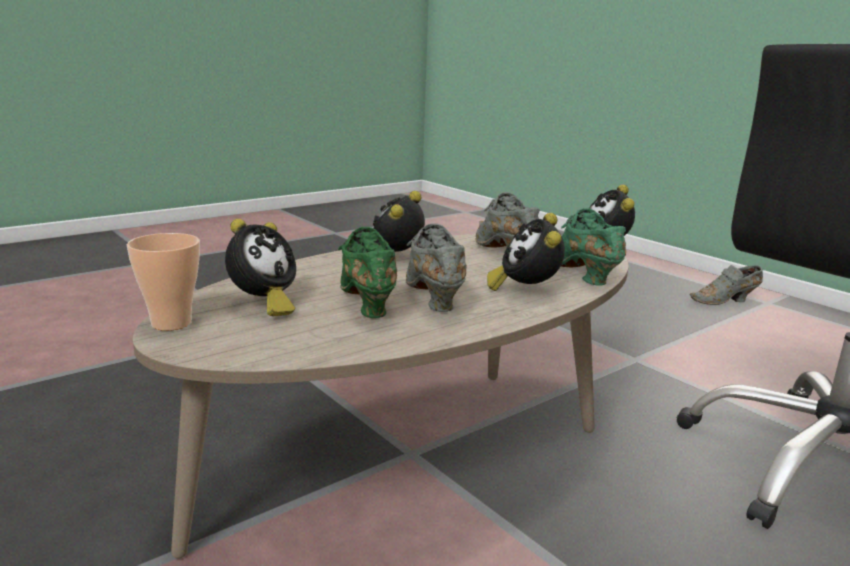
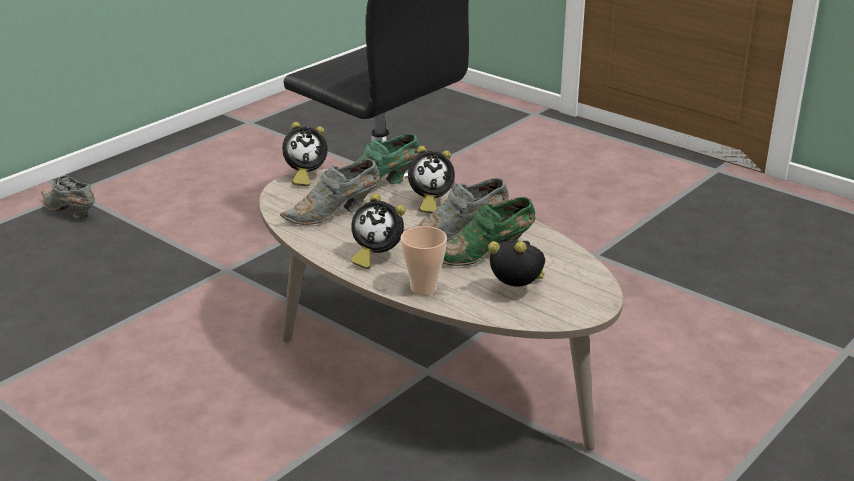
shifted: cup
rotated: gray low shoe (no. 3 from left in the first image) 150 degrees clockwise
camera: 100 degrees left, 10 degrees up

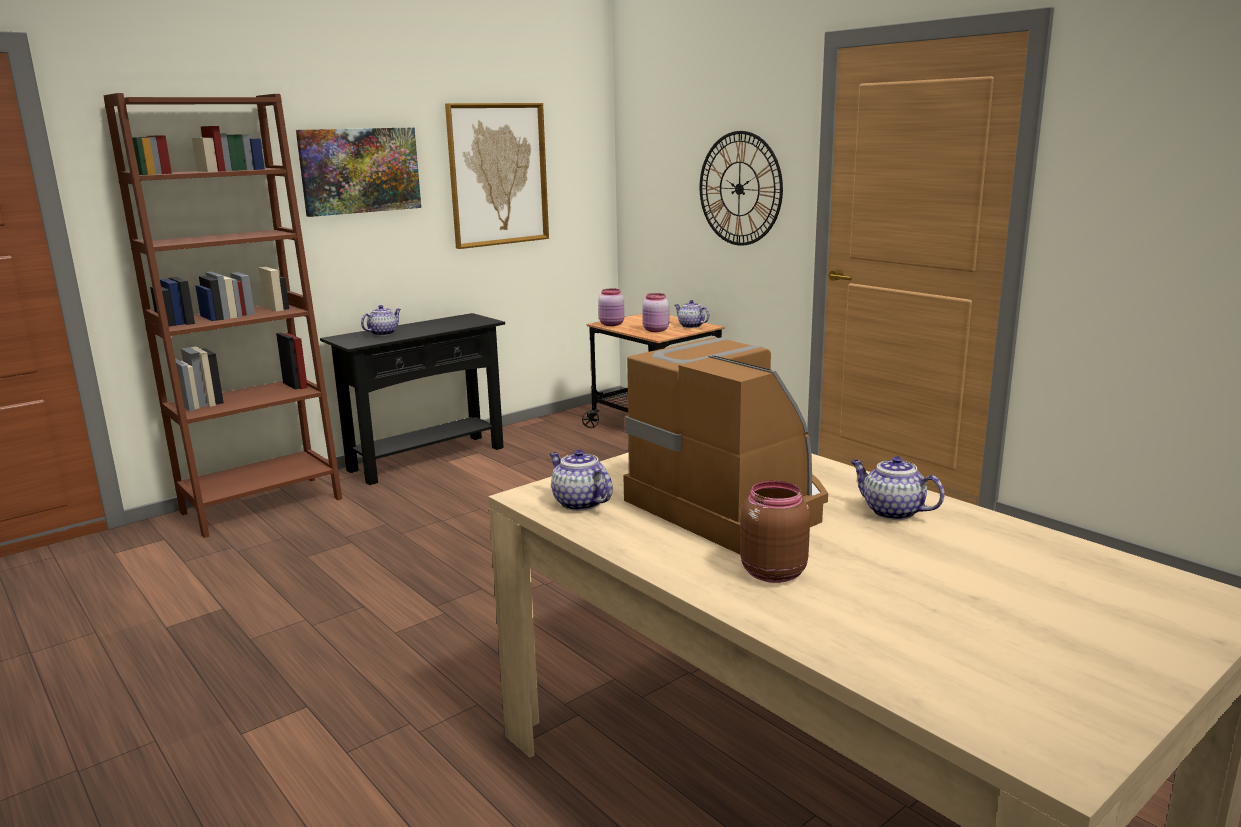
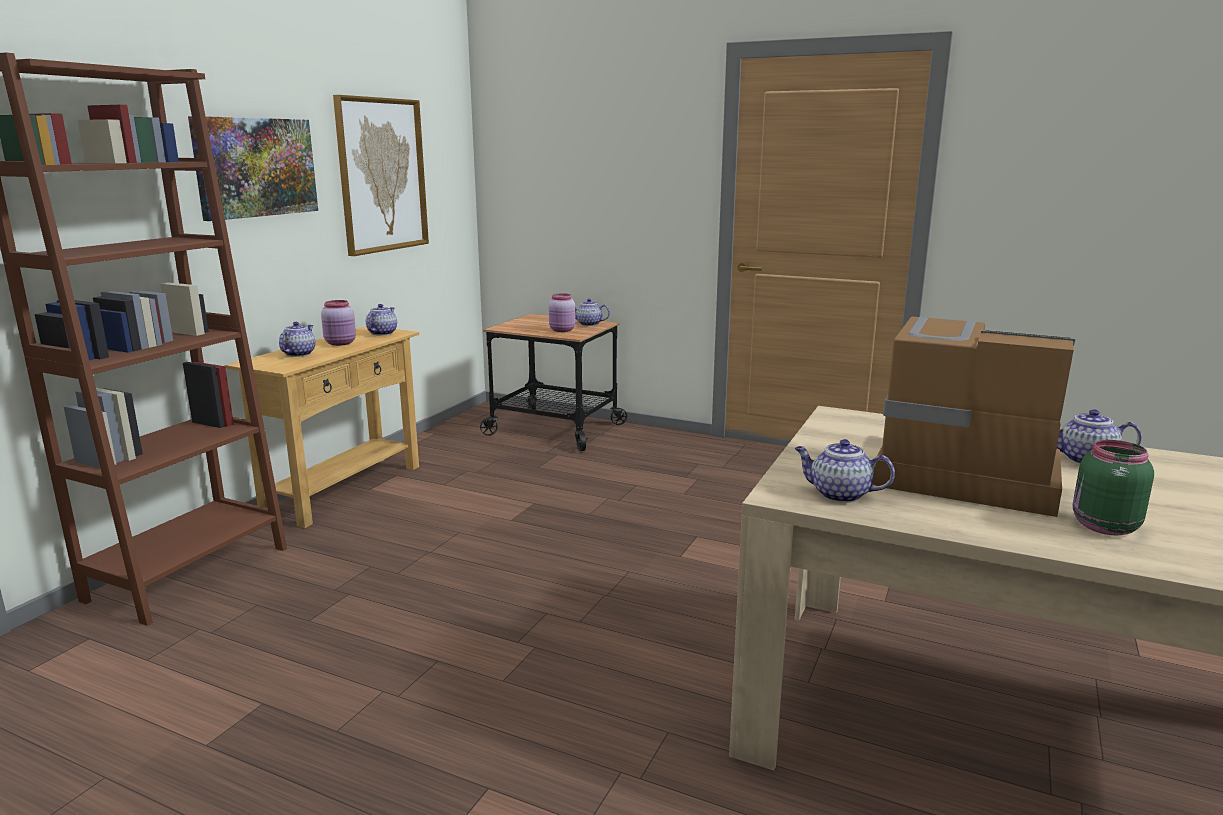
gone: hanging clock
new: pot for tea (no. 2 from left)
shifted: pink storage jar (no. 1 from left)
repainted: blackish hall table to beige-coloured hall table; brown storage jar to green-coloured storage jar
camera: 25 degrees left, 0 degrees up

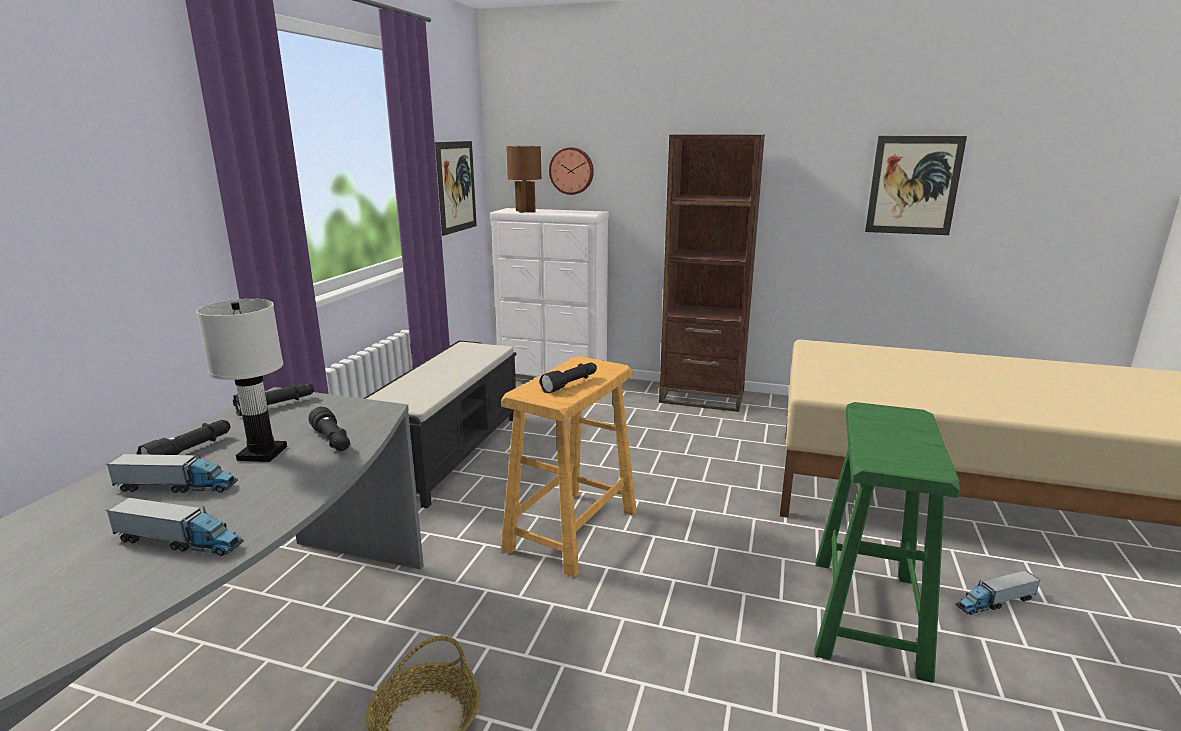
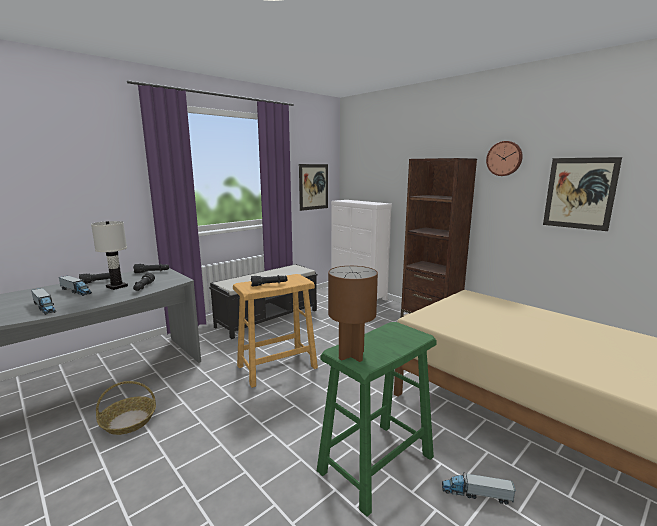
shifted: brown table lamp; hanging clock
camera: 30 degrees right, 5 degrees down

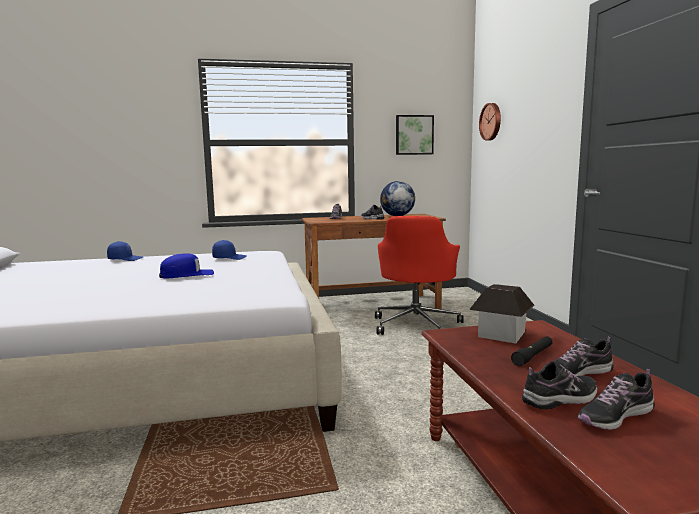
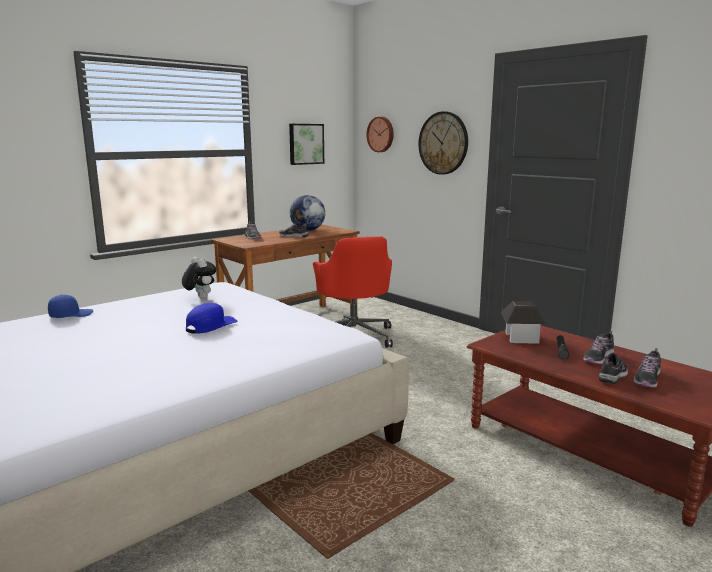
new: hanging clock (no. 2 from left)
swapped: blue-coloured baseball cap (no. 3 from left) to plush toy
camera: 30 degrees left, 5 degrees up

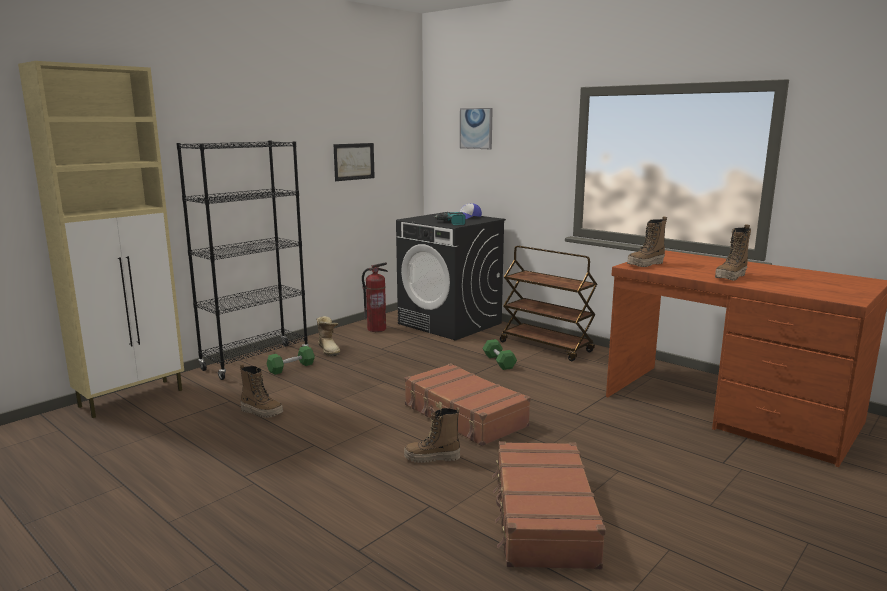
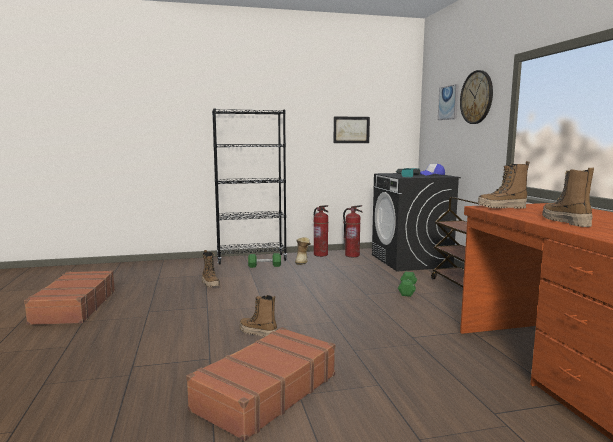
gone: beige-coloured cabinet
new: hanging clock; extinguisher (no. 1 from left)
shifted: brown suitcase (no. 1 from left)
rotated: tall boot (no. 5 from left) 90 degrees clockwise
camera: 35 degrees right, 5 degrees down

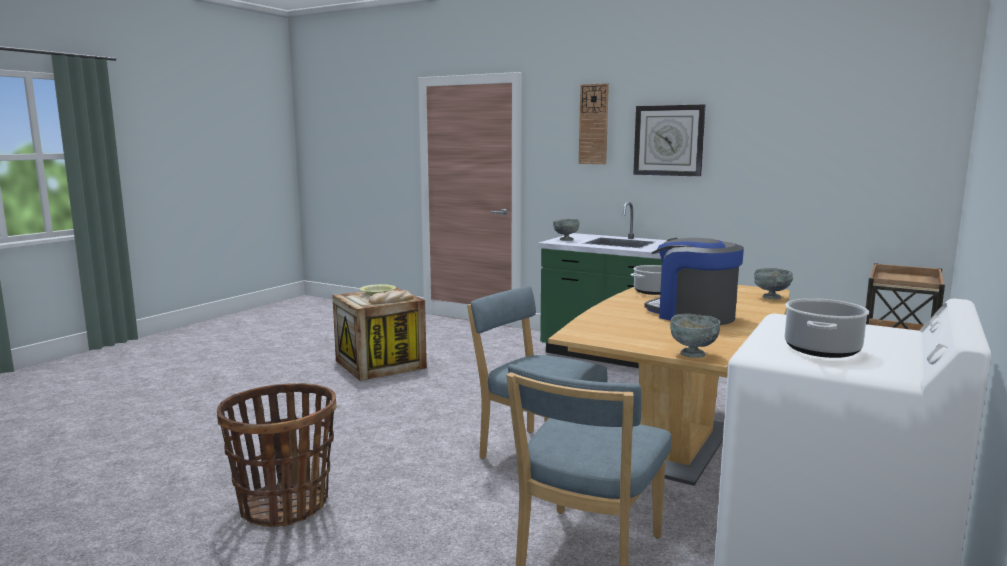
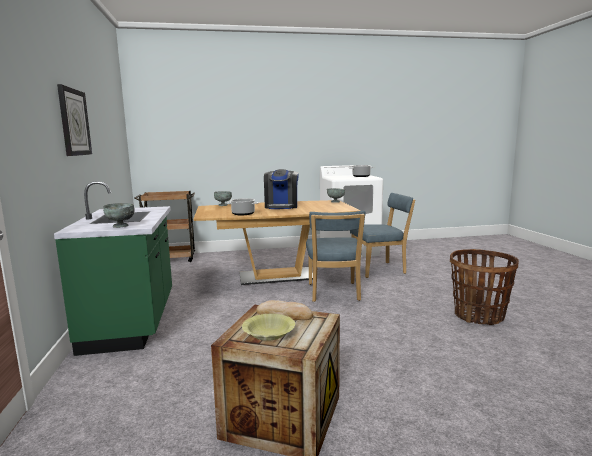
gone: hanging clock (no. 1 from left)
camera: 130 degrees left, 0 degrees up

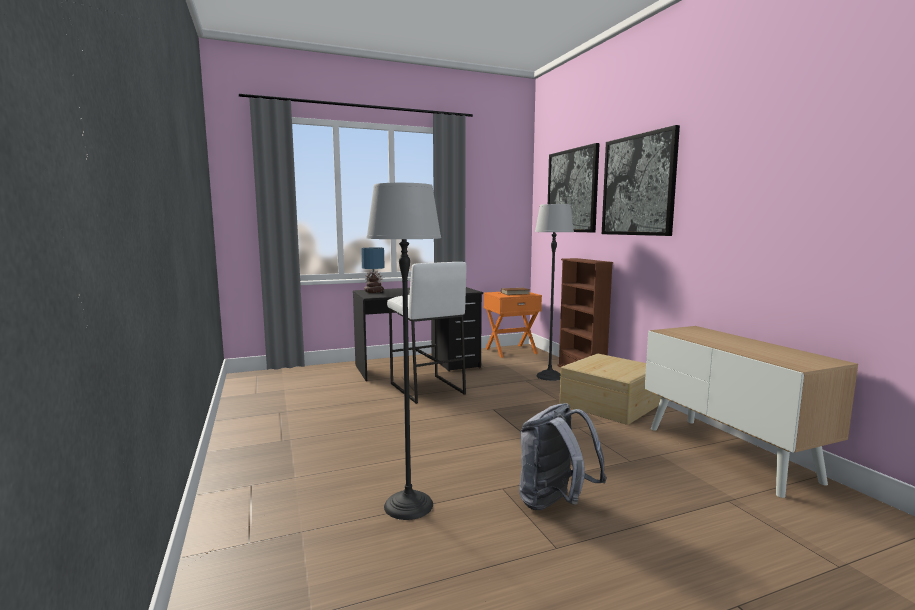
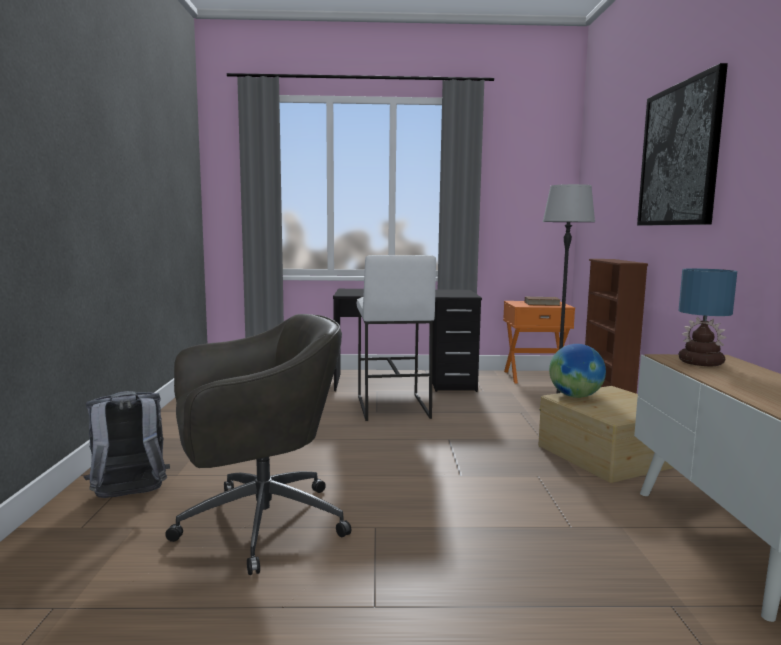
gone: wall picture (no. 1 from left)
new: desk globe
shifted: table lamp; gray backpack
swapped: floor lamp (no. 1 from left) to gray desk chair
camera: 20 degrees right, 0 degrees up

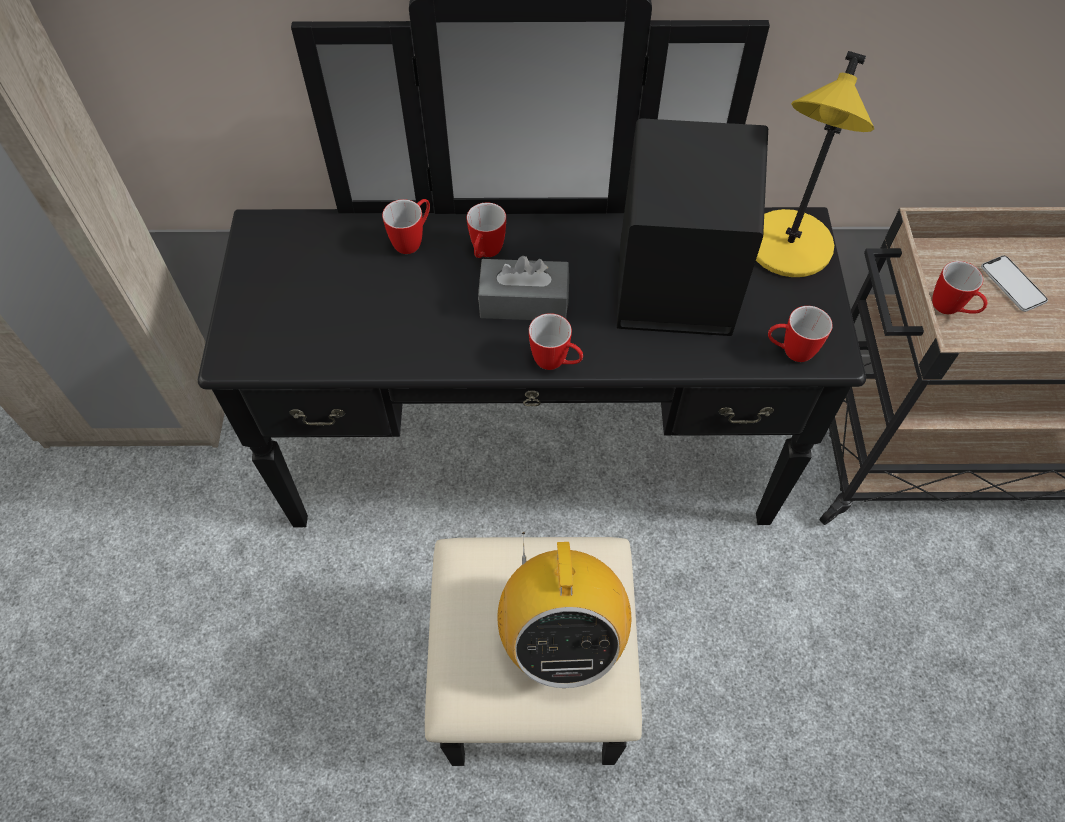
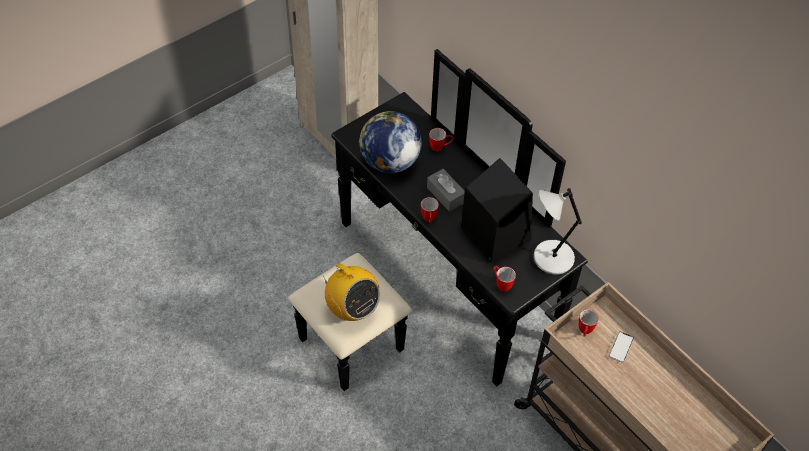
gone: coffee mug (no. 2 from left)
new: desk globe
repainted: yellowish table lamp to gray table lamp
rotated: radio set 90 degrees counterclockwise
camera: 50 degrees right, 5 degrees down

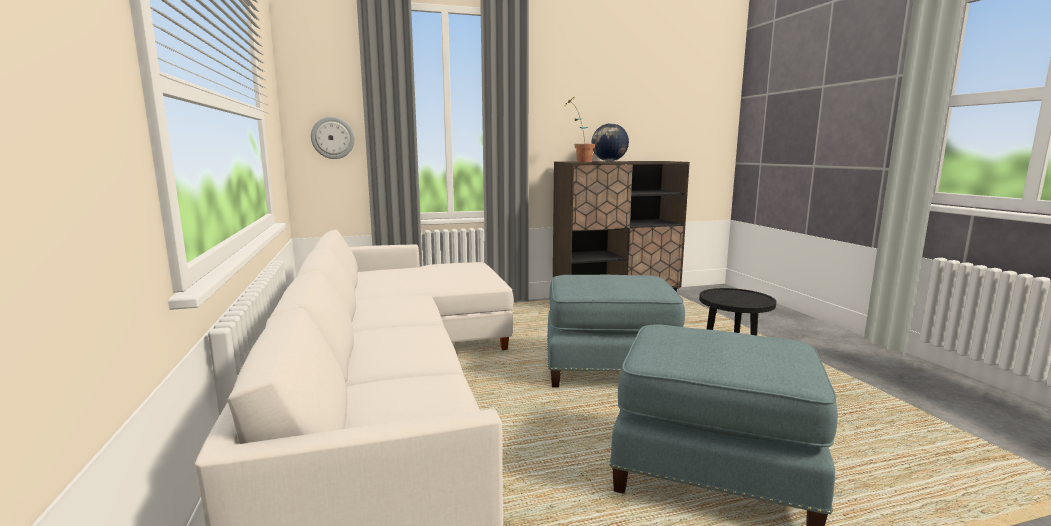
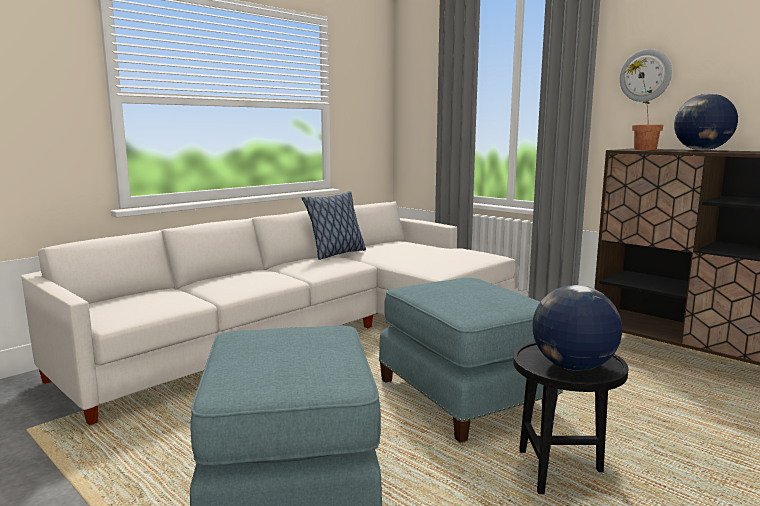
new: throw pillow; desk globe (no. 1 from left)
shifted: hanging clock
camera: 60 degrees right, 0 degrees up

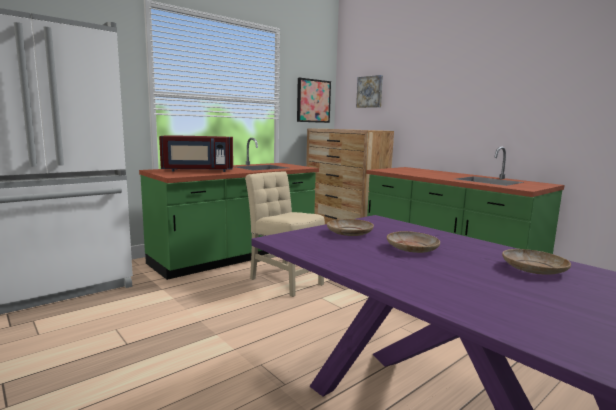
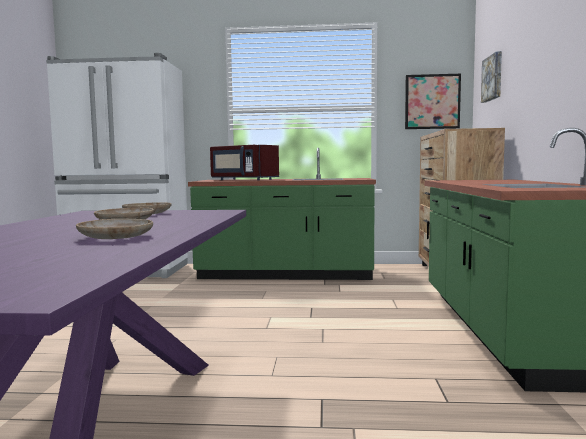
gone: beige-coloured plain chair
camera: 45 degrees right, 5 degrees down

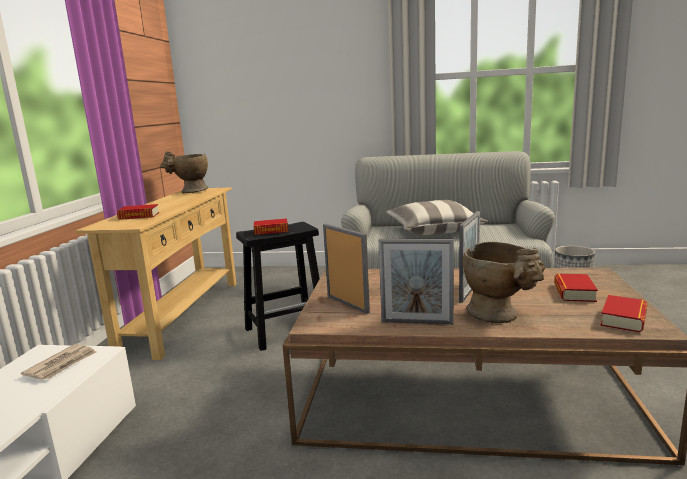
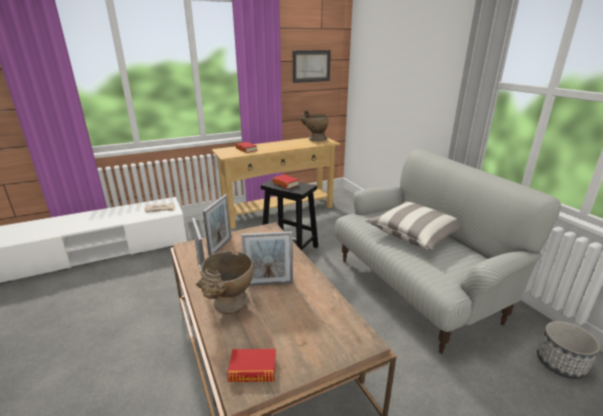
gone: book (no. 3 from left)
new: wall picture
camera: 55 degrees right, 10 degrees up

